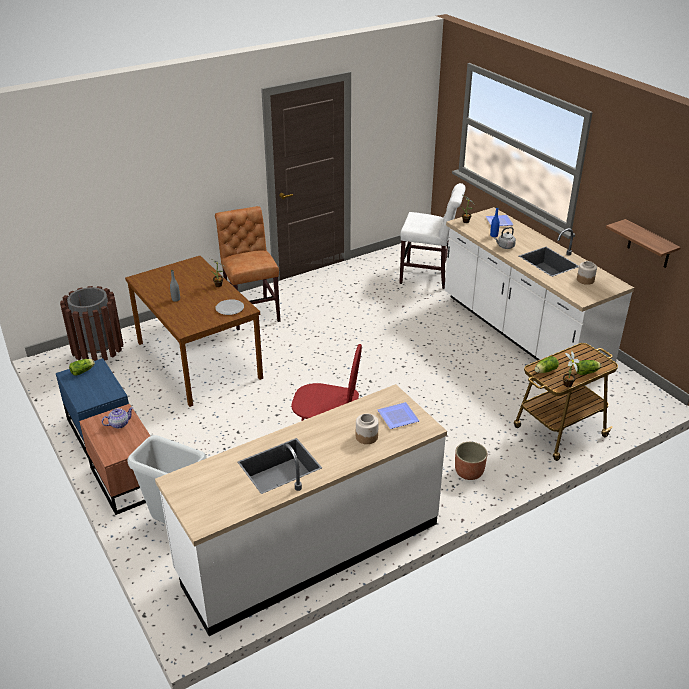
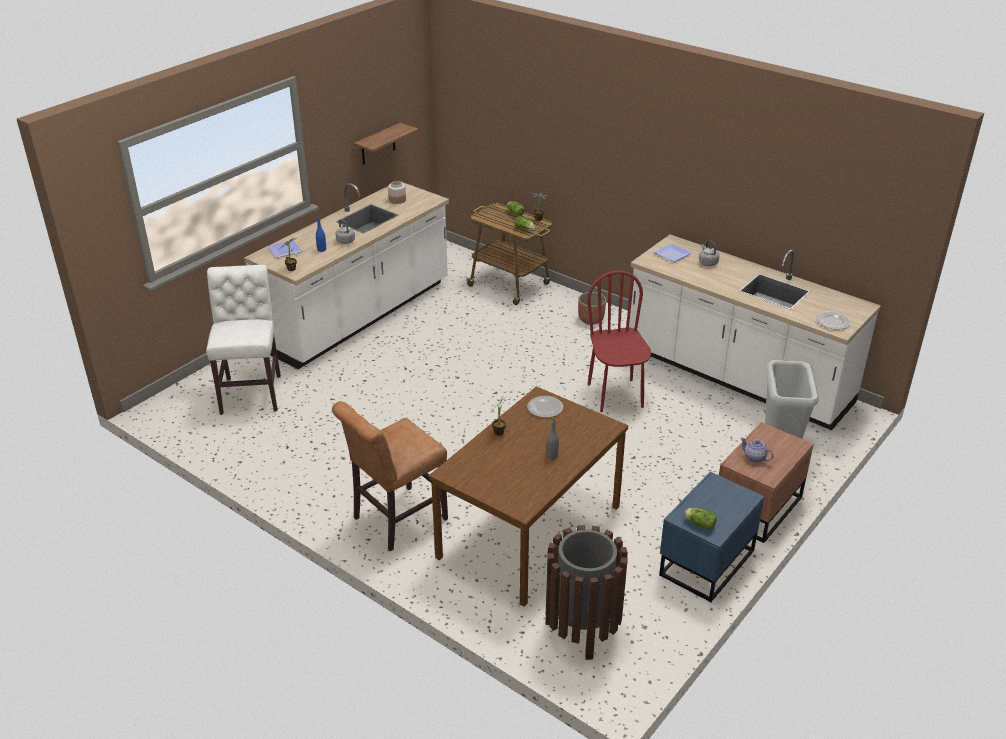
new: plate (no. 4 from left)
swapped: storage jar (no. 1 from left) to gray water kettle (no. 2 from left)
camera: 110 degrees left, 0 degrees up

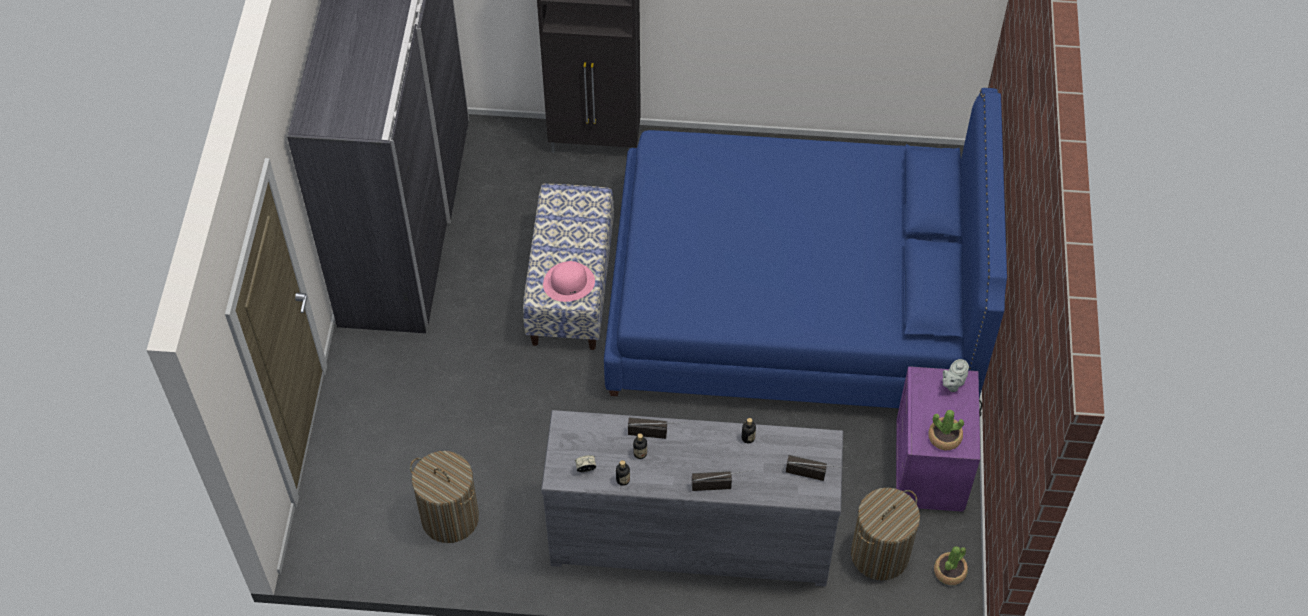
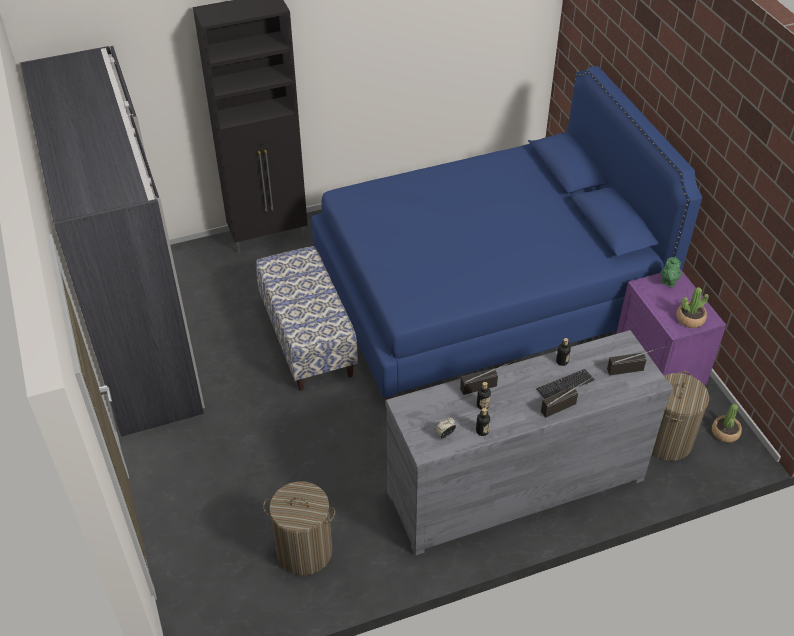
gone: pink clothing hat
new: PC keyboard
repainted: gray pot for tea to green-coloured pot for tea
camera: 25 degrees left, 10 degrees down

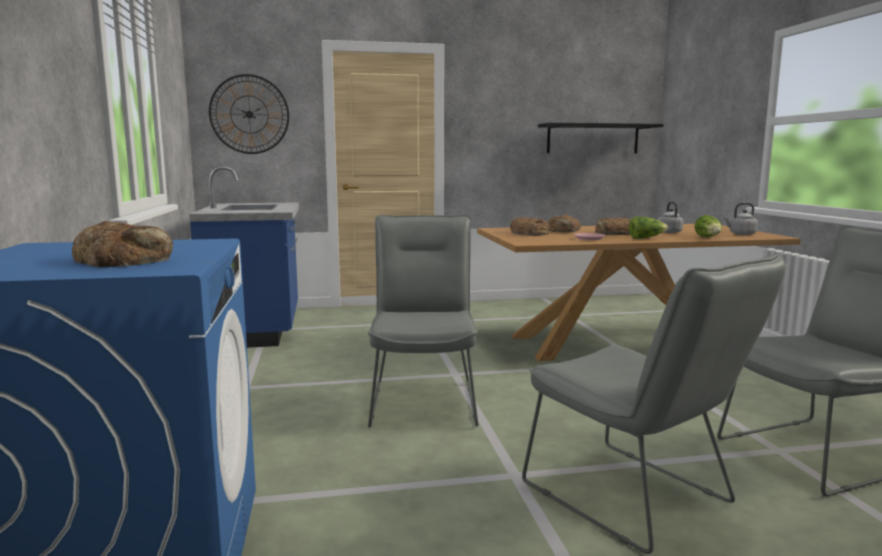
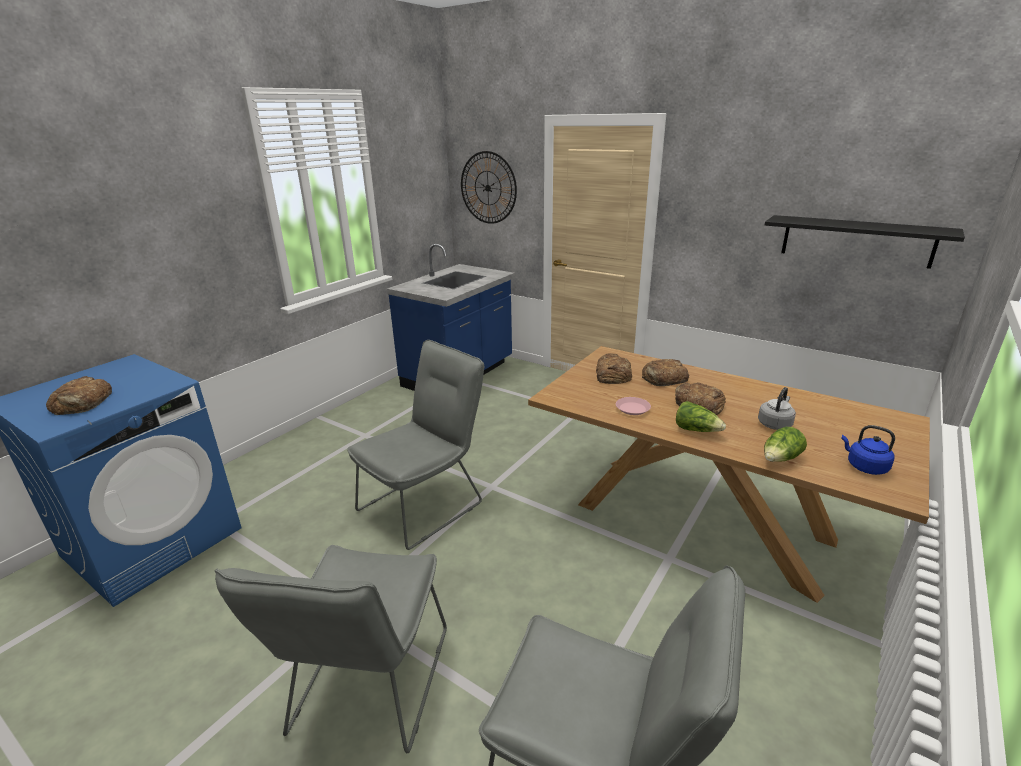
repainted: gray water kettle (no. 2 from left) to blue-coloured water kettle
camera: 45 degrees right, 15 degrees up

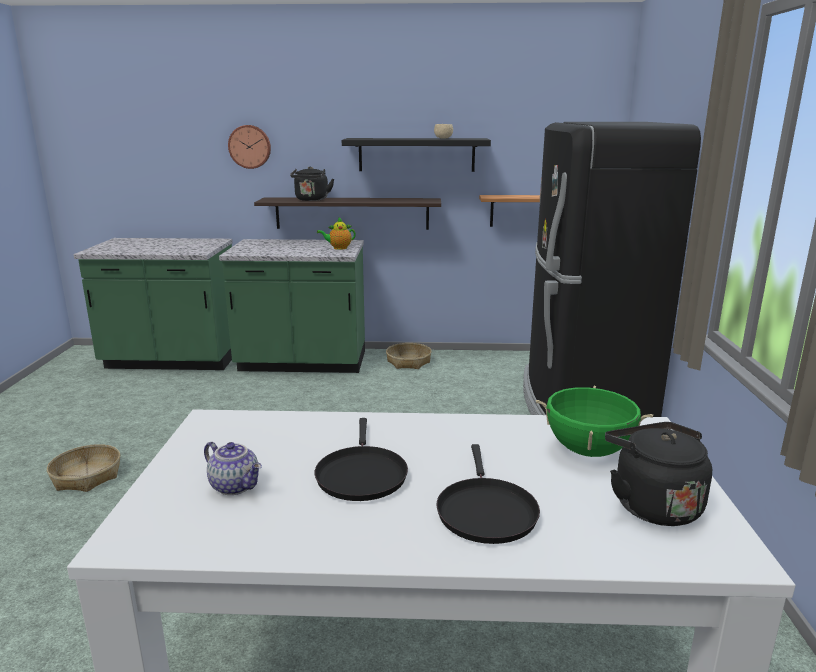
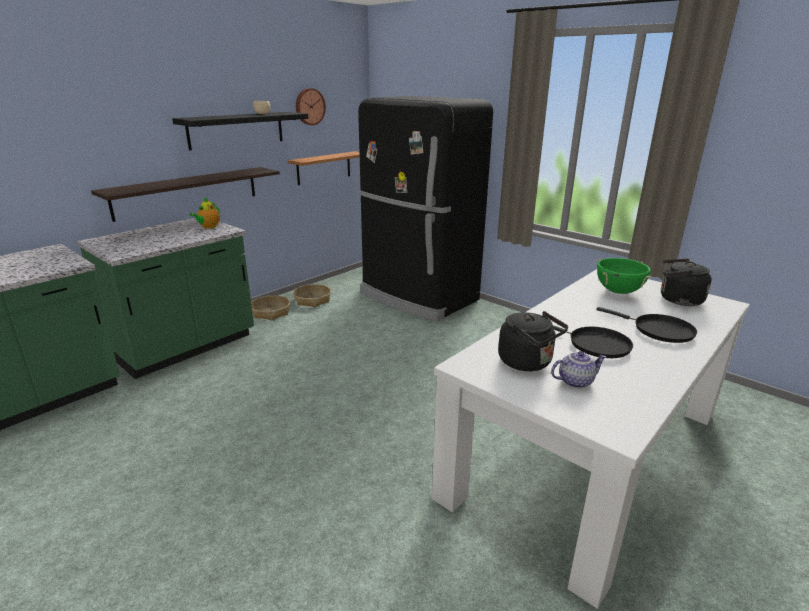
shifted: hanging clock; blackish water kettle (no. 1 from left); storage basket (no. 1 from left in the first image) to storage basket (no. 2 from left)
camera: 50 degrees left, 5 degrees up

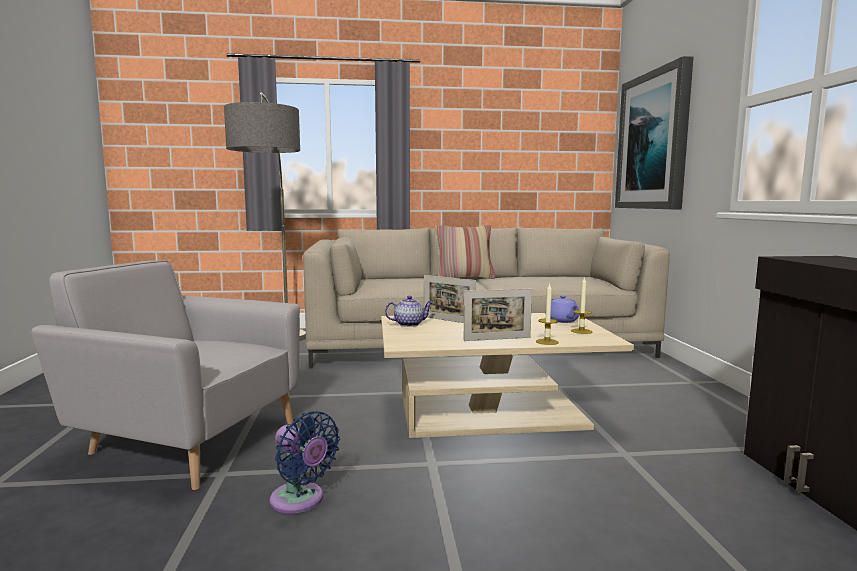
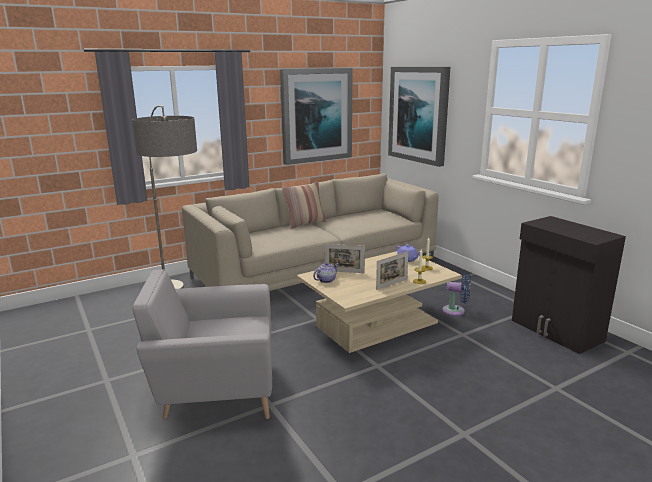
new: wall picture (no. 1 from left)
shifted: blue-coloured electric fan
camera: 25 degrees left, 10 degrees up

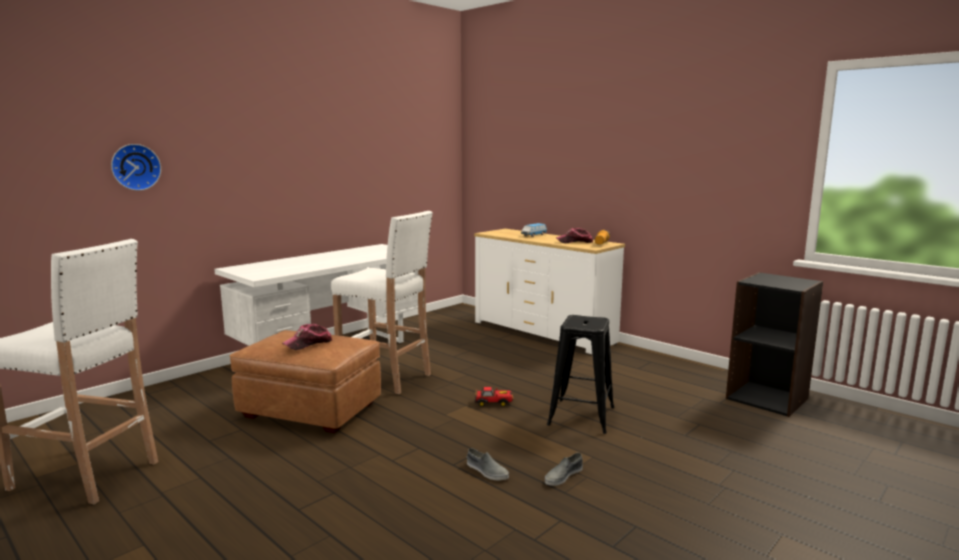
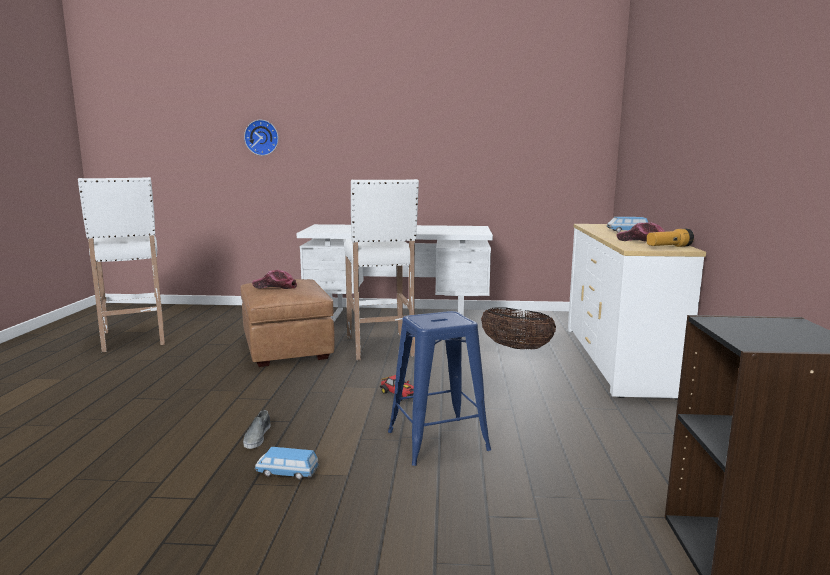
new: storage basket
swapped: gray low shoe (no. 2 from left) to model car (no. 1 from left)
repainted: blackish sitting stool to blue-coloured sitting stool
camera: 50 degrees right, 0 degrees up

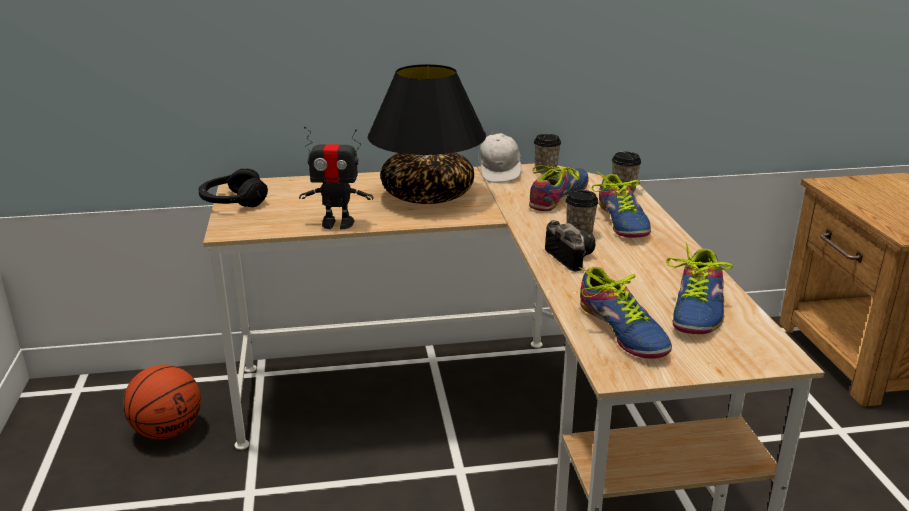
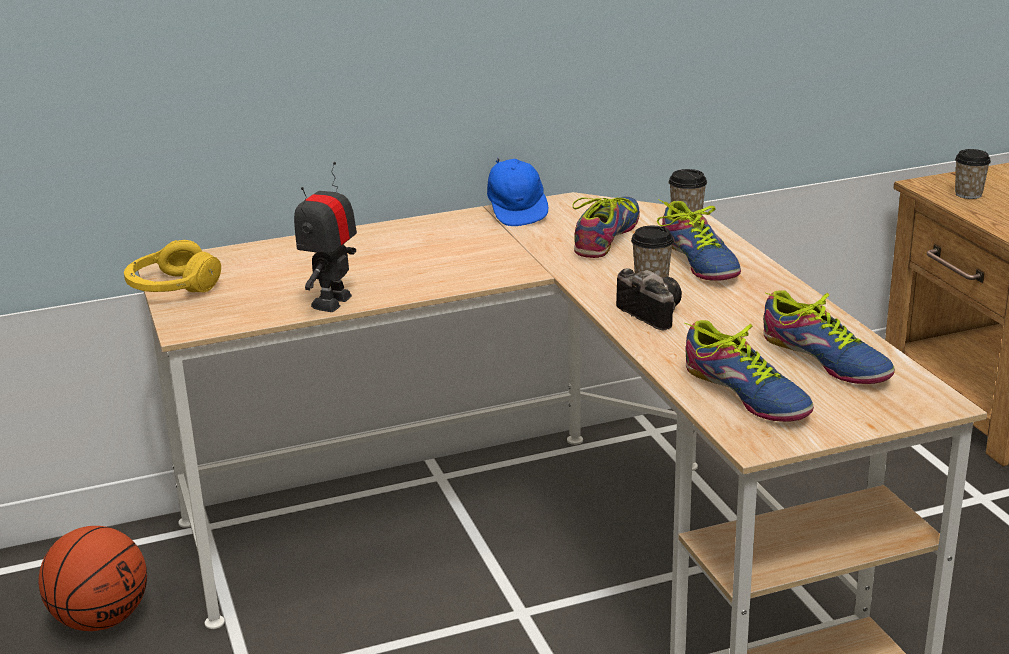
gone: blackish table lamp
shifted: cup (no. 1 from left in the first image) to cup (no. 3 from left)
repainted: white-coloured baseball cap to blue-coloured baseball cap; blackish pair of headphones to yellowish pair of headphones
rotated: toy robot 120 degrees clockwise; low shoe (no. 4 from left) 45 degrees counterclockwise
camera: 10 degrees left, 0 degrees up

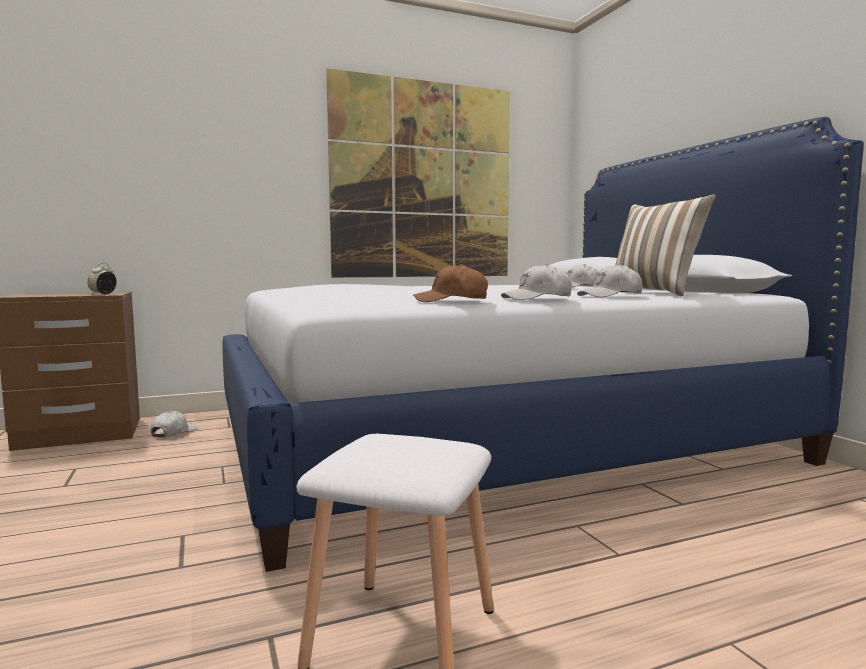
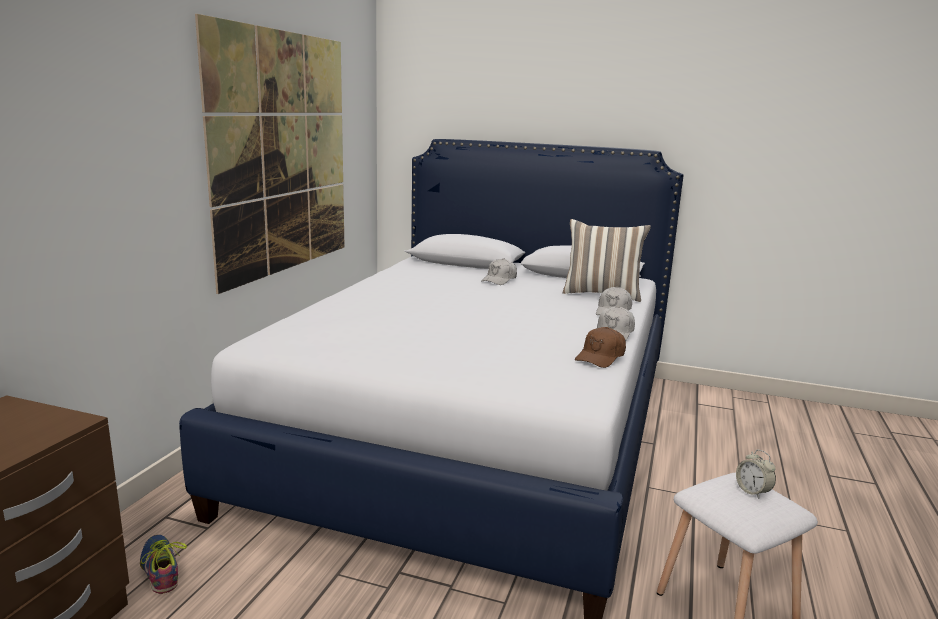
shifted: table clock
swapped: white-coloured baseball cap (no. 1 from left) to low shoe
camera: 50 degrees left, 10 degrees up

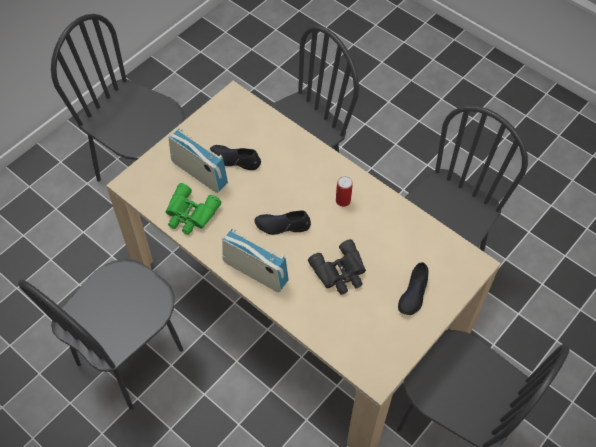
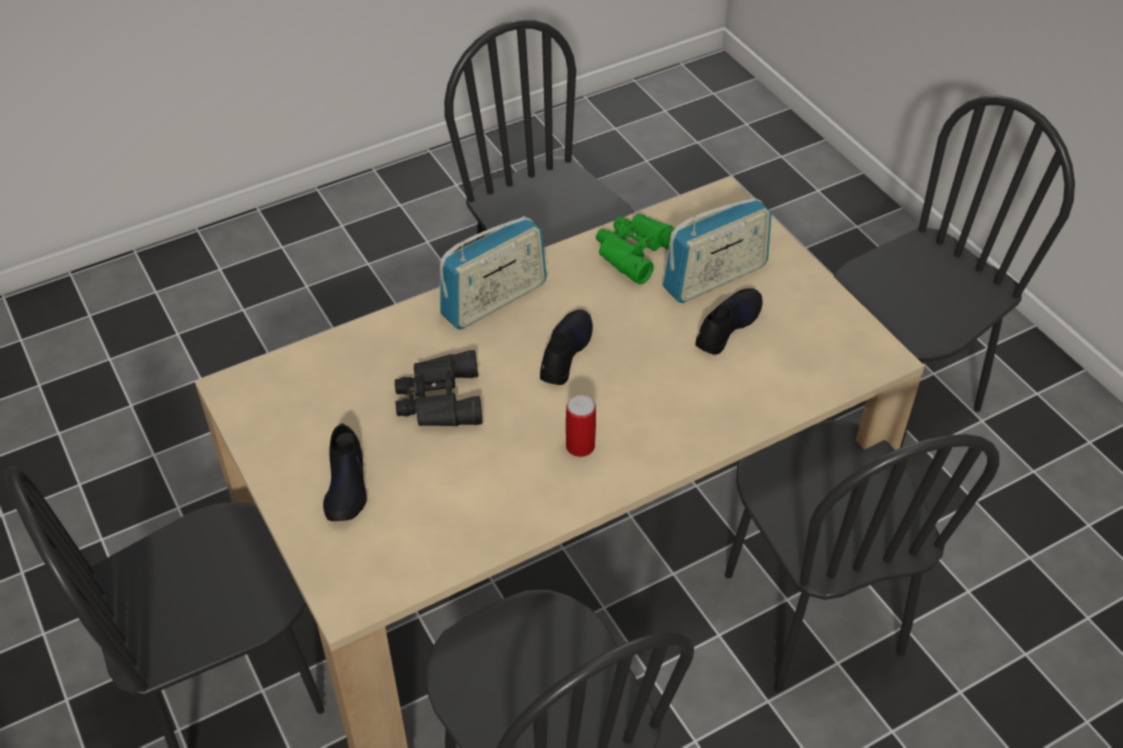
rotated: blackish low shoe (no. 3 from left in the first image) 135 degrees counterclockwise
camera: 110 degrees right, 10 degrees down

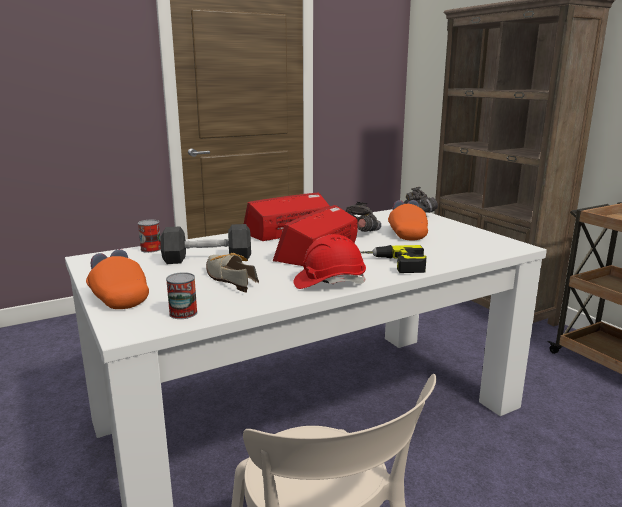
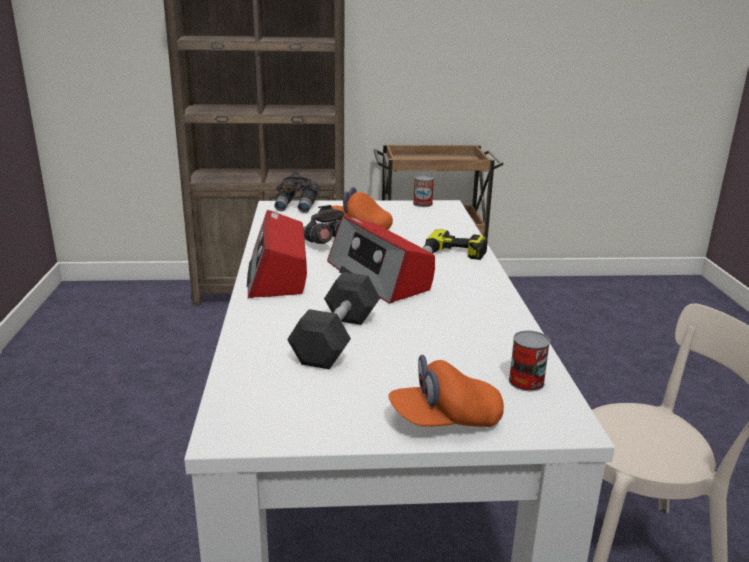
gone: reddish hard hat; low shoe
shifted: metal can (no. 1 from left)
camera: 65 degrees left, 5 degrees up

